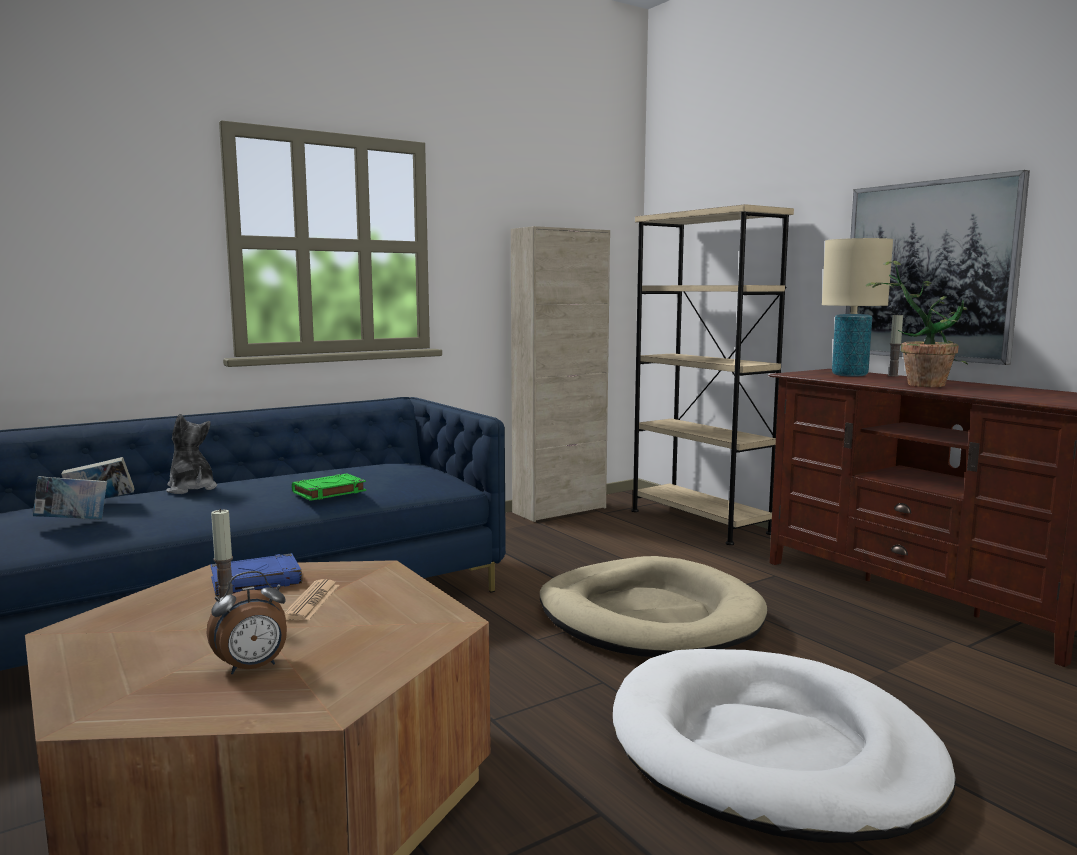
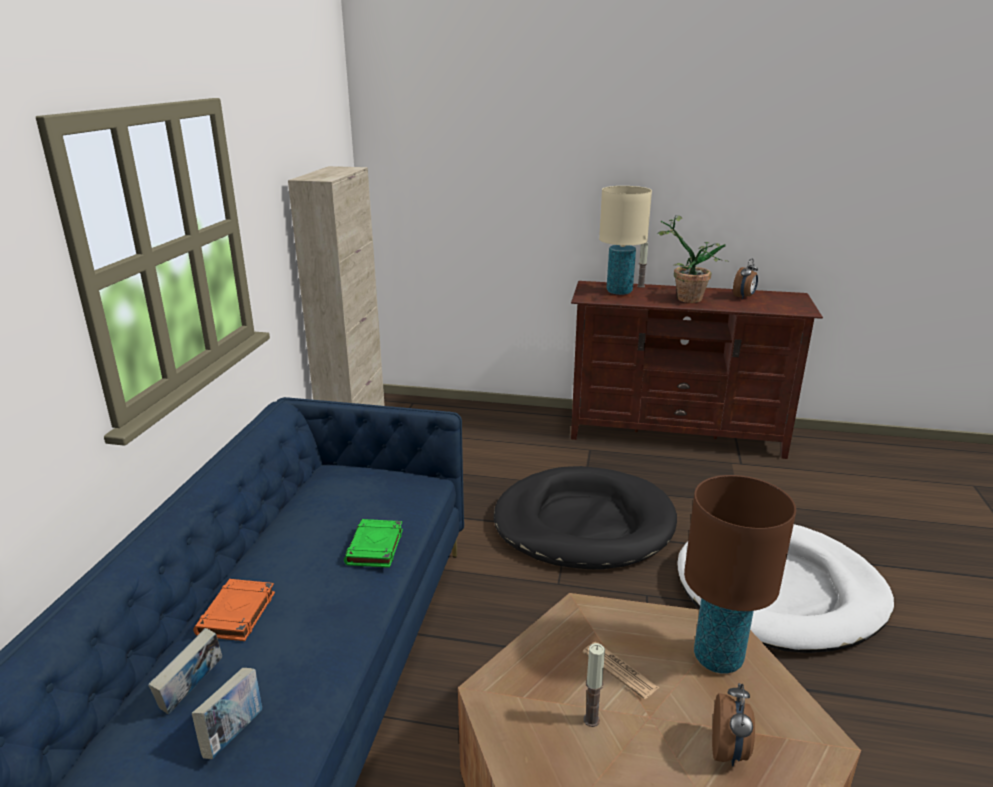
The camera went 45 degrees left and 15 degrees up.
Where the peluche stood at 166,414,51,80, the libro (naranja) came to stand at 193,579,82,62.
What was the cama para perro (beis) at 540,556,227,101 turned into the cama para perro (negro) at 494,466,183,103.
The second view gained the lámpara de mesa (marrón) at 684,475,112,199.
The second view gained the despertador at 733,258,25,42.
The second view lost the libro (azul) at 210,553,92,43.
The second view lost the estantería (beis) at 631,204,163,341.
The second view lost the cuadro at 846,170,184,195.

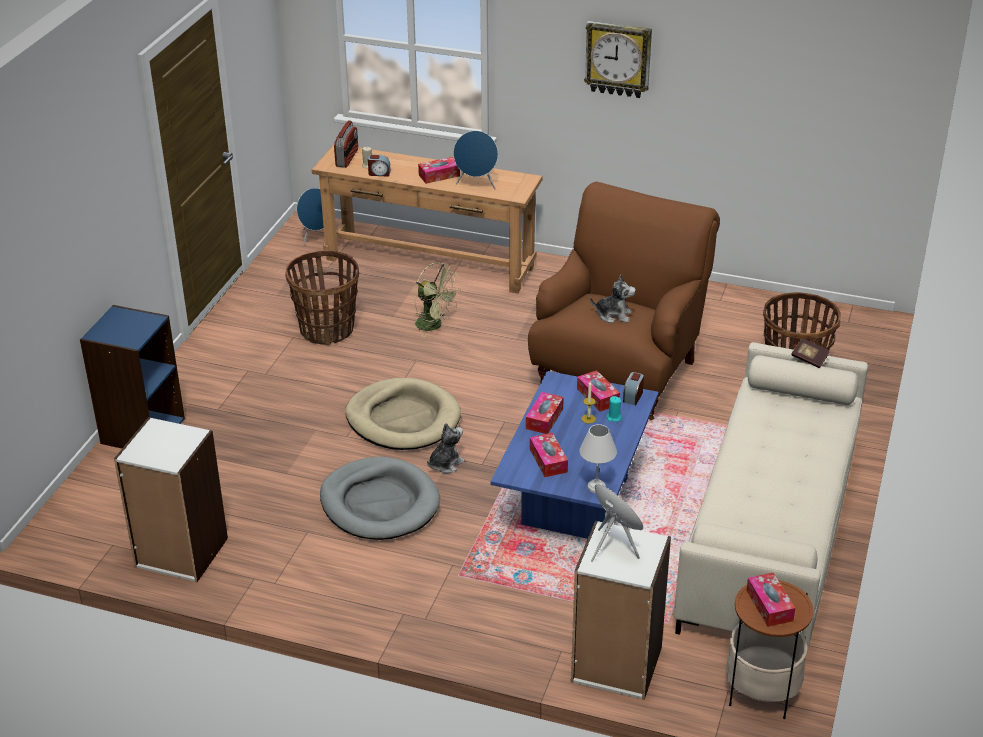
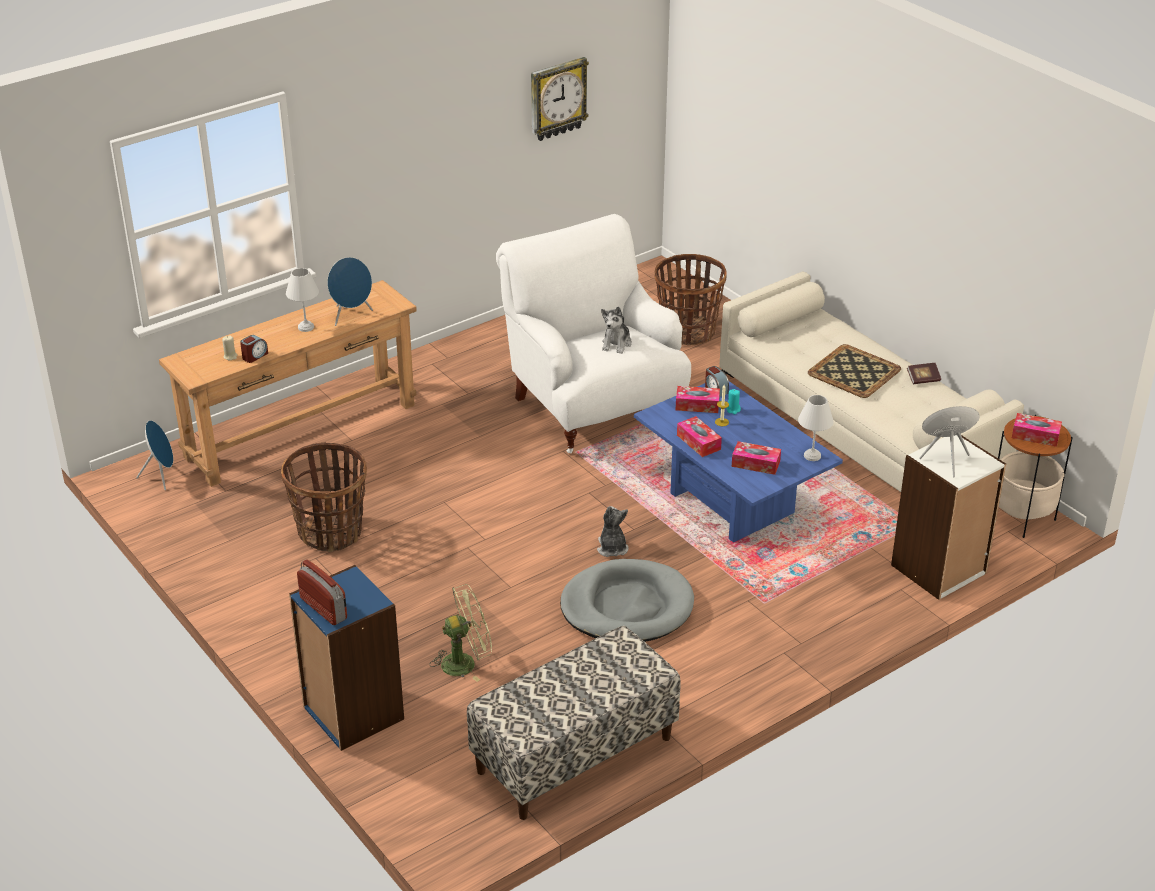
The camera went 55 degrees left and 0 degrees up.
Where the caja de pañuelos stood at 418,157,42,27, the lámpara de mesa (blanco) came to stand at 286,268,33,64.
The radio ended up elsewhere, having gone from 334,120,24,48 to 297,559,50,66.
The ventilador (verde) ended up elsewhere, having gone from 414,262,46,76 to 430,584,62,98.
Where the estantería (blanco) stood at 114,417,114,165, the banco came to stand at 467,626,214,194.
What was the sillón (marrón) at 528,182,192,239 turned into the sillón (blanco) at 496,214,195,239.
The reloj de pared ended up elsewhere, having gone from 584,21,68,77 to 531,57,58,84.
The peluche at 590,275,46,48 ended up facing another way, 150 degrees clockwise from before.
The second view gained the bandeja at 808,344,93,54.
The libro ended up elsewhere, having gone from 791,338,39,30 to 907,363,34,21.
The second view lost the cama para perro (beis) at 345,378,116,72.

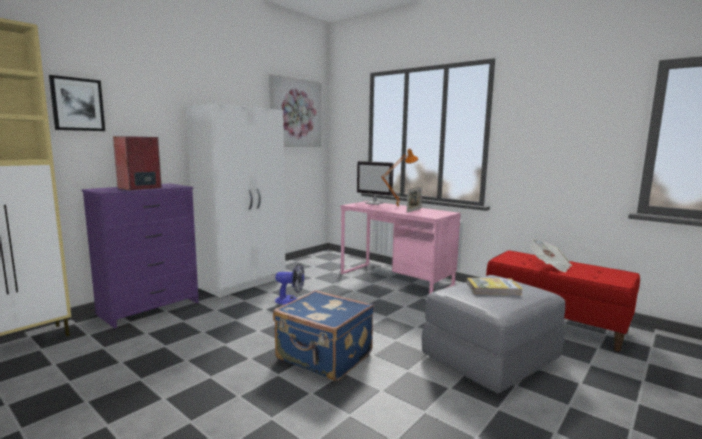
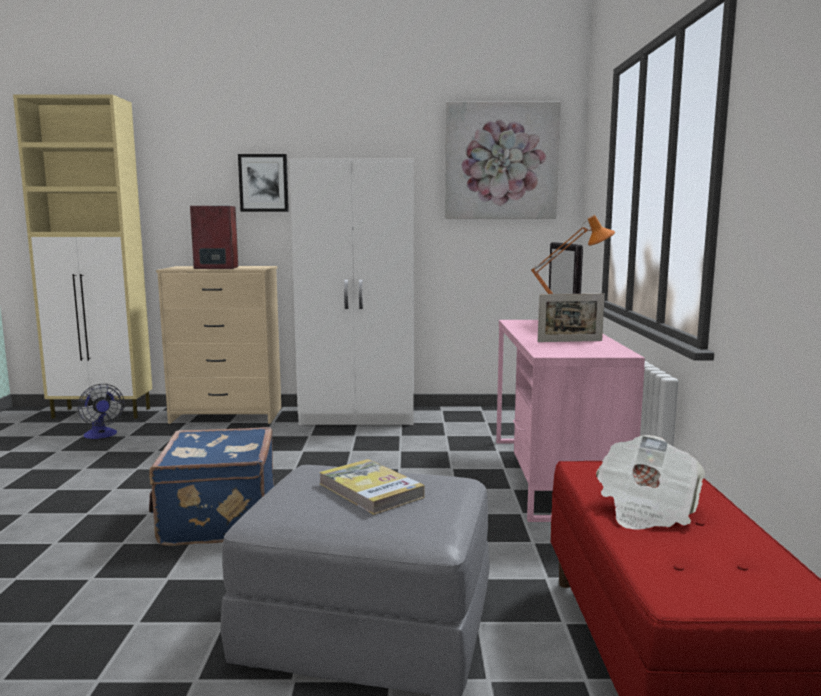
The camera went 50 degrees right and 0 degrees up.
The ventilador ended up elsewhere, having gone from 275,263,29,42 to 78,384,46,55.
What was the cómoda (morado) at 82,183,117,145 turned into the cómoda (beis) at 156,266,125,158.
The cuadro ended up elsewhere, having gone from 49,75,56,56 to 238,154,51,58.

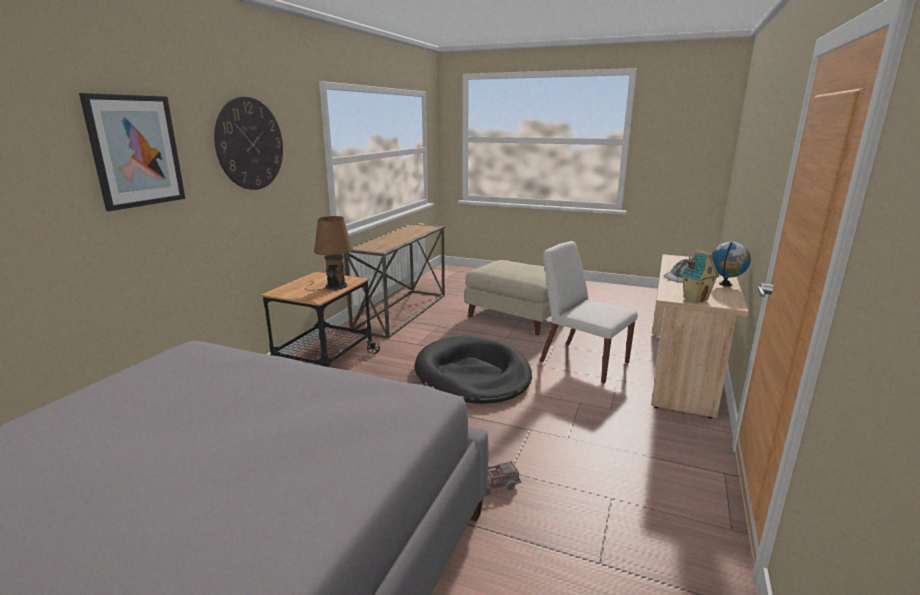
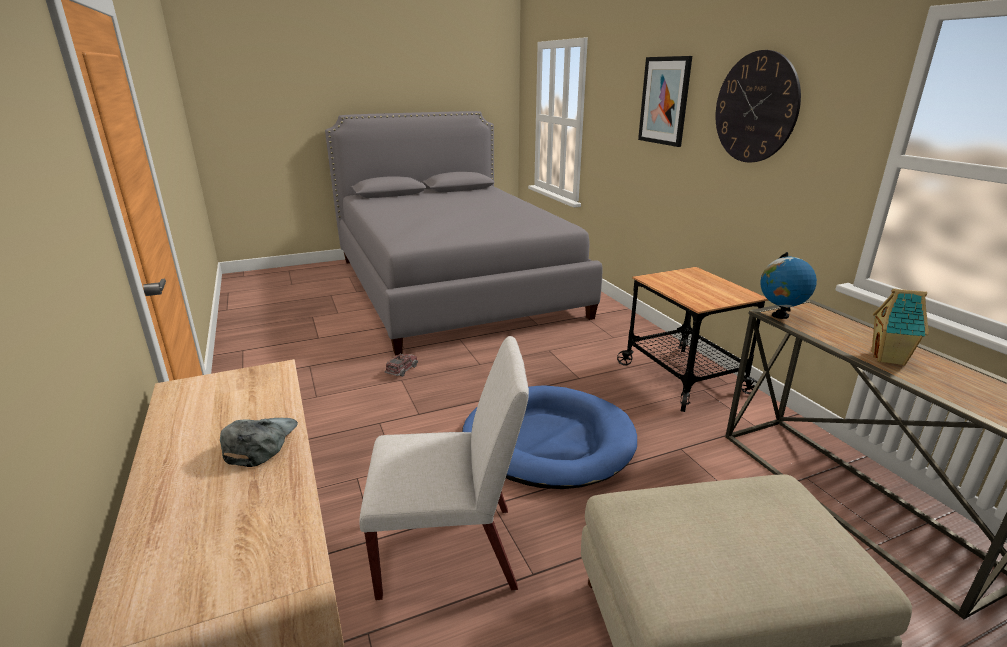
The camera went 135 degrees right and 5 degrees up.
What was the cama para perro (negro) at 415,336,117,68 turned into the cama para perro (azul) at 462,385,175,104.
The globo terráqueo ended up elsewhere, having gone from 712,242,39,44 to 760,252,57,67.
The casita ended up elsewhere, having gone from 680,250,40,53 to 872,288,57,77.
The second view lost the lámpara de mesa (marrón) at 305,216,48,75.

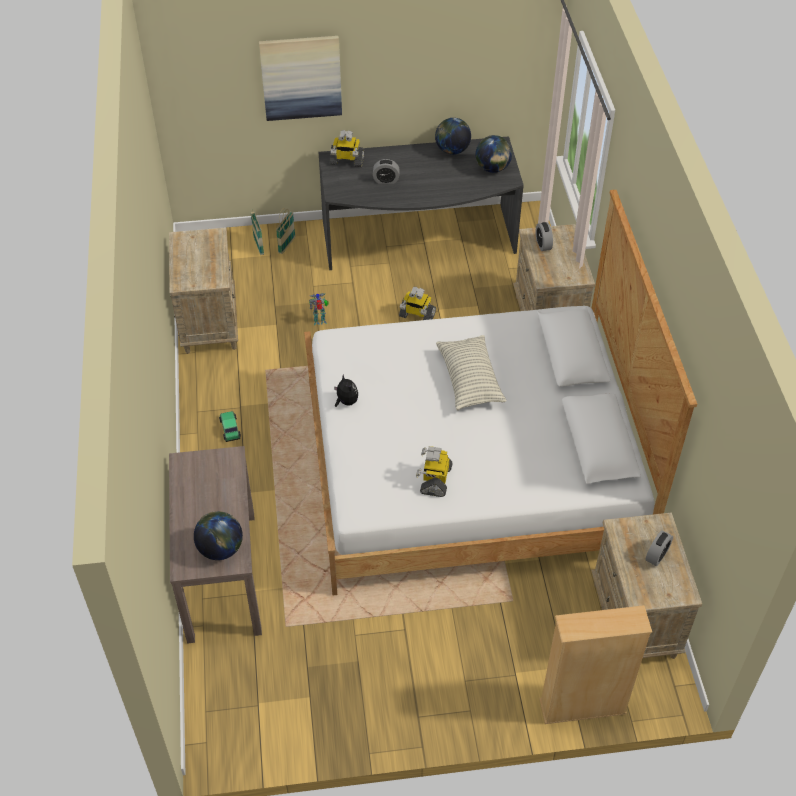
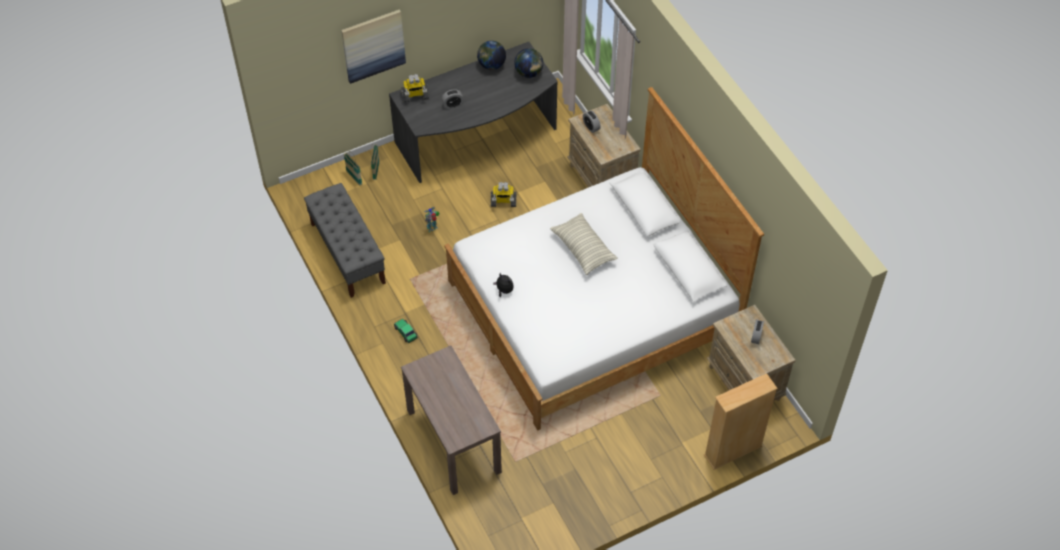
The camera went 20 degrees left and 5 degrees up.
Where the mesita de noche (beis) stood at 169,227,69,127, the banco (gris) came to stand at 304,183,82,115.
The second view lost the globo terráqueo at 194,511,49,49.
The second view lost the robot de juguete at 416,446,37,51.

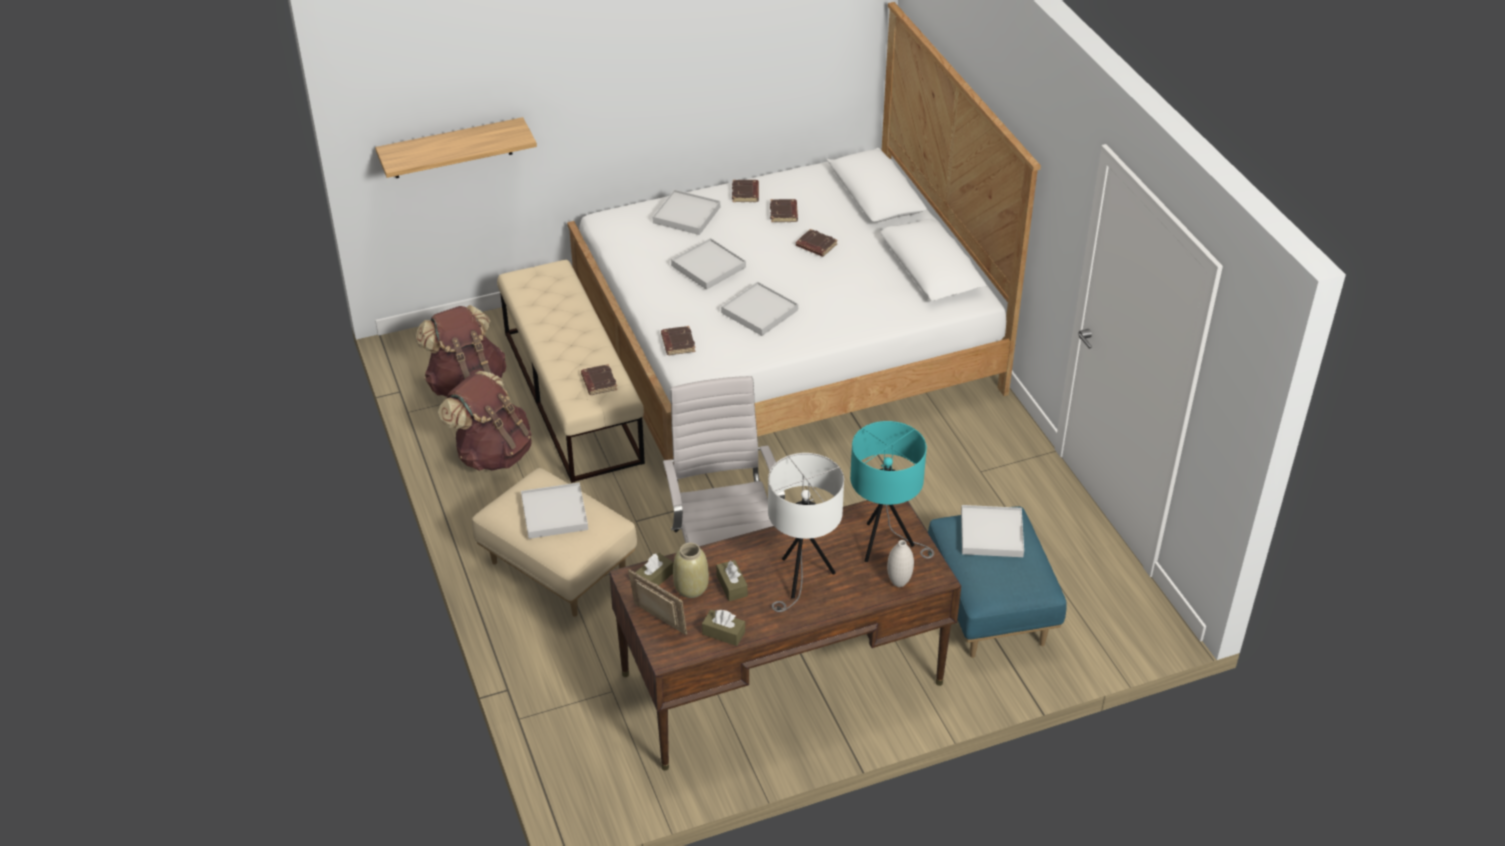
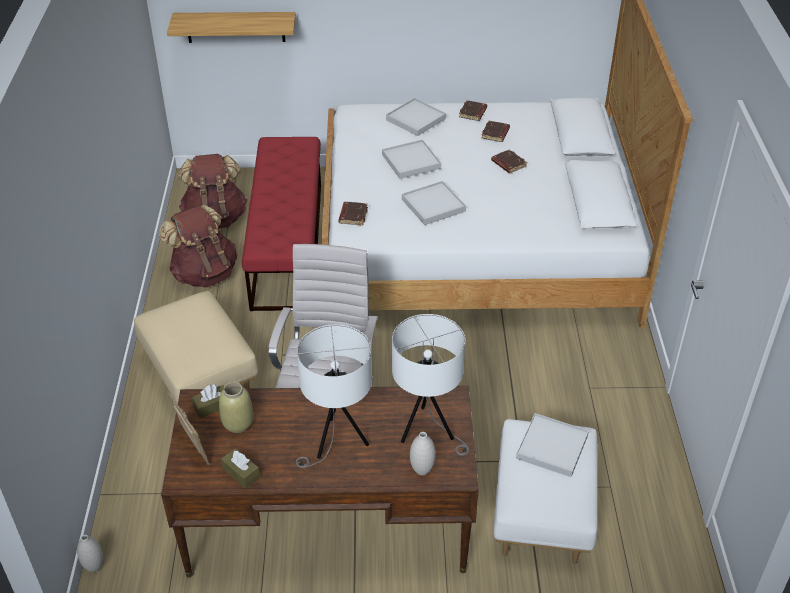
The camera went 20 degrees right and 0 degrees up.
The second view gained the florero (blanco) at 77,535,26,37.
What was the banco (beis) at 497,260,148,223 turned into the banco (rojo) at 242,137,79,174.
What was the lámpara de mesa (turquesa) at 850,421,84,141 turned into the lámpara de mesa (blanco) at 392,314,77,141.
What was the puf (azul) at 928,506,139,152 turned into the puf (blanco) at 494,419,103,145.
The second view lost the bandeja (blanco) at 521,482,67,57.
The second view lost the libro (marrón) at 581,364,36,31.
The second view lost the caja de pañuelos (marrón) at 716,560,32,41.

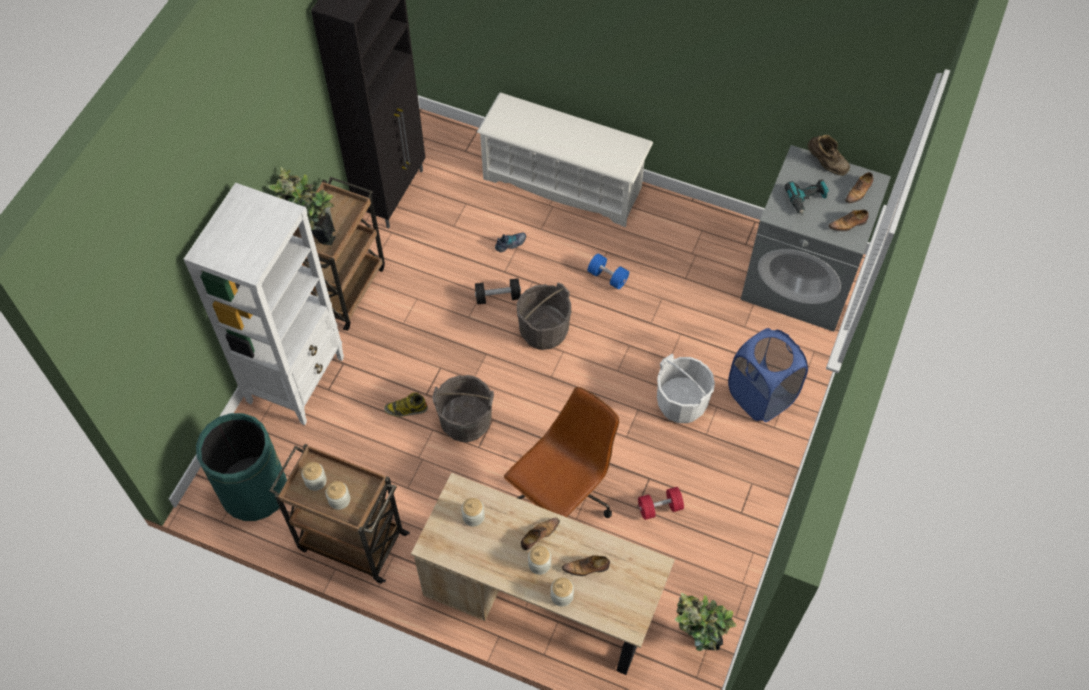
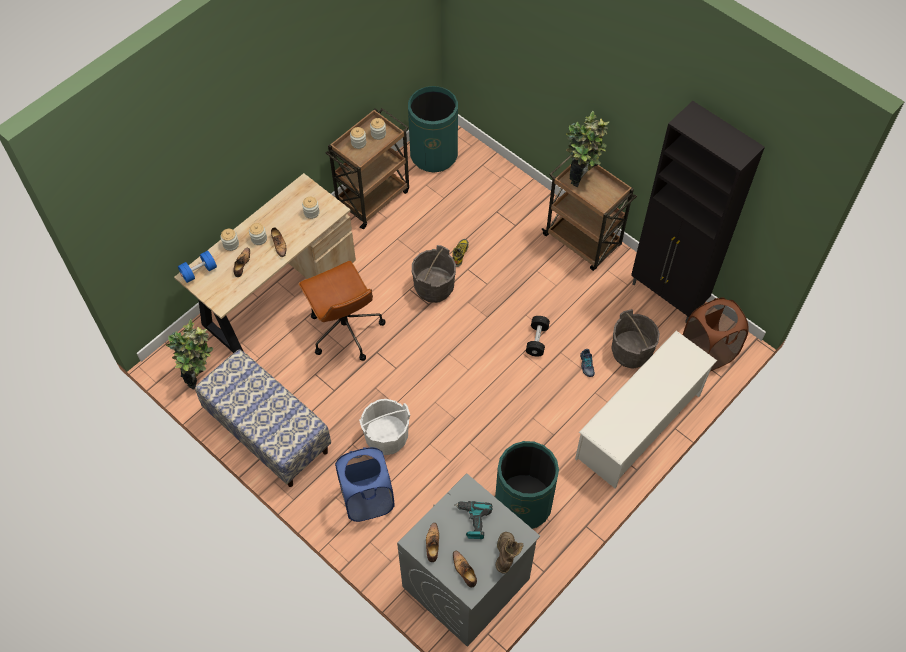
The camera went 110 degrees right and 0 degrees up.
The mancuerna (azul) ended up elsewhere, having gone from 588,253,41,36 to 178,251,39,32.
The second view gained the banco at 195,349,136,138.
The second view gained the papelera (verde) at 495,441,64,88.
The bota (marrón) at 808,135,42,41 ended up facing another way, 135 degrees clockwise from before.
The cubo (gris) ended up elsewhere, having gone from 517,282,54,68 to 611,309,49,59.
The second view gained the cesto de la ropa (marrón) at 683,297,66,74.
The second view lost the estantería (blanco) at 184,183,160,242.
The second view lost the mancuerna (rojo) at 638,487,46,33.

